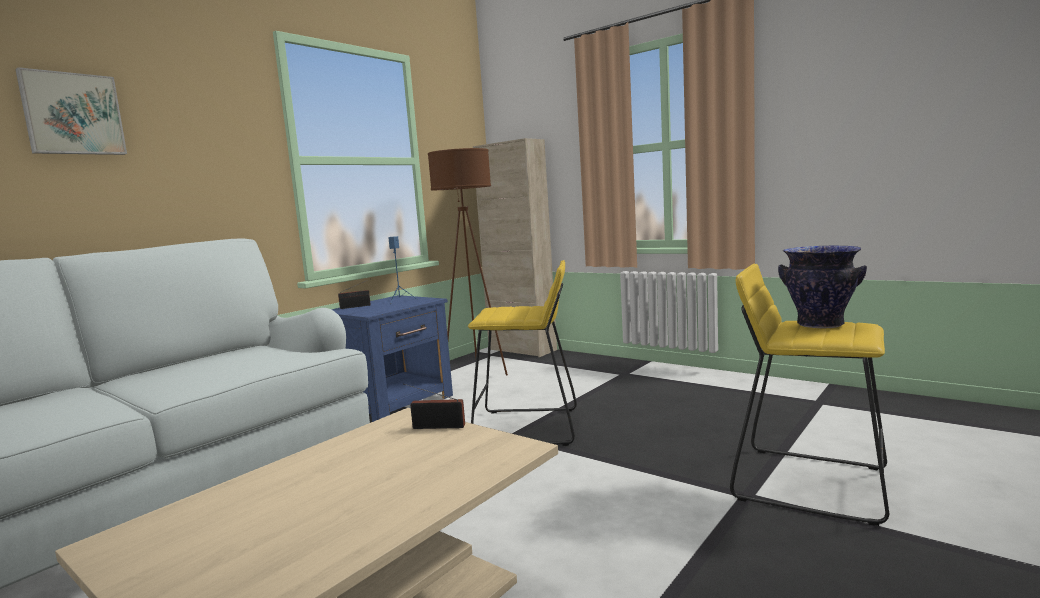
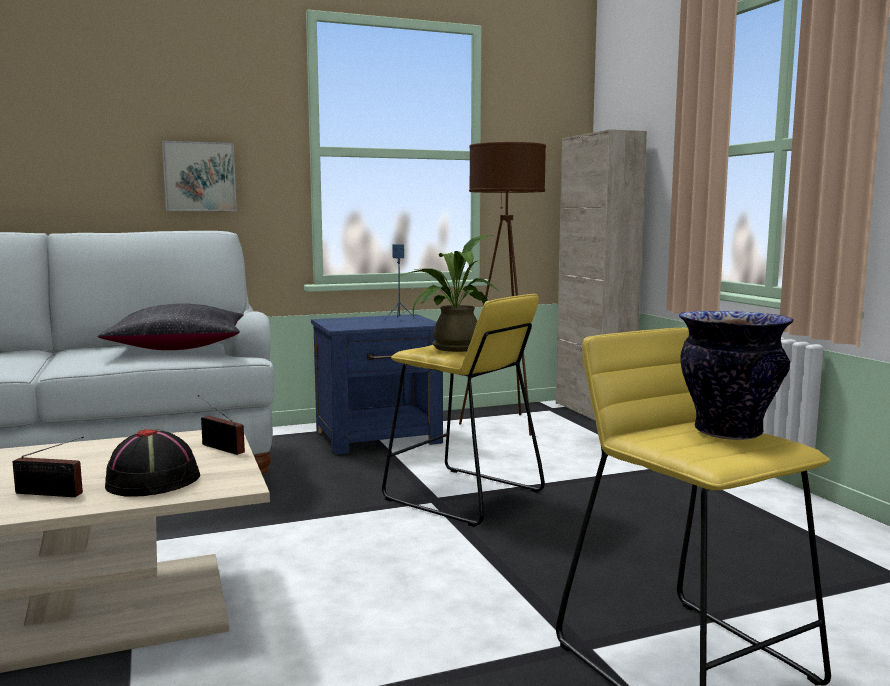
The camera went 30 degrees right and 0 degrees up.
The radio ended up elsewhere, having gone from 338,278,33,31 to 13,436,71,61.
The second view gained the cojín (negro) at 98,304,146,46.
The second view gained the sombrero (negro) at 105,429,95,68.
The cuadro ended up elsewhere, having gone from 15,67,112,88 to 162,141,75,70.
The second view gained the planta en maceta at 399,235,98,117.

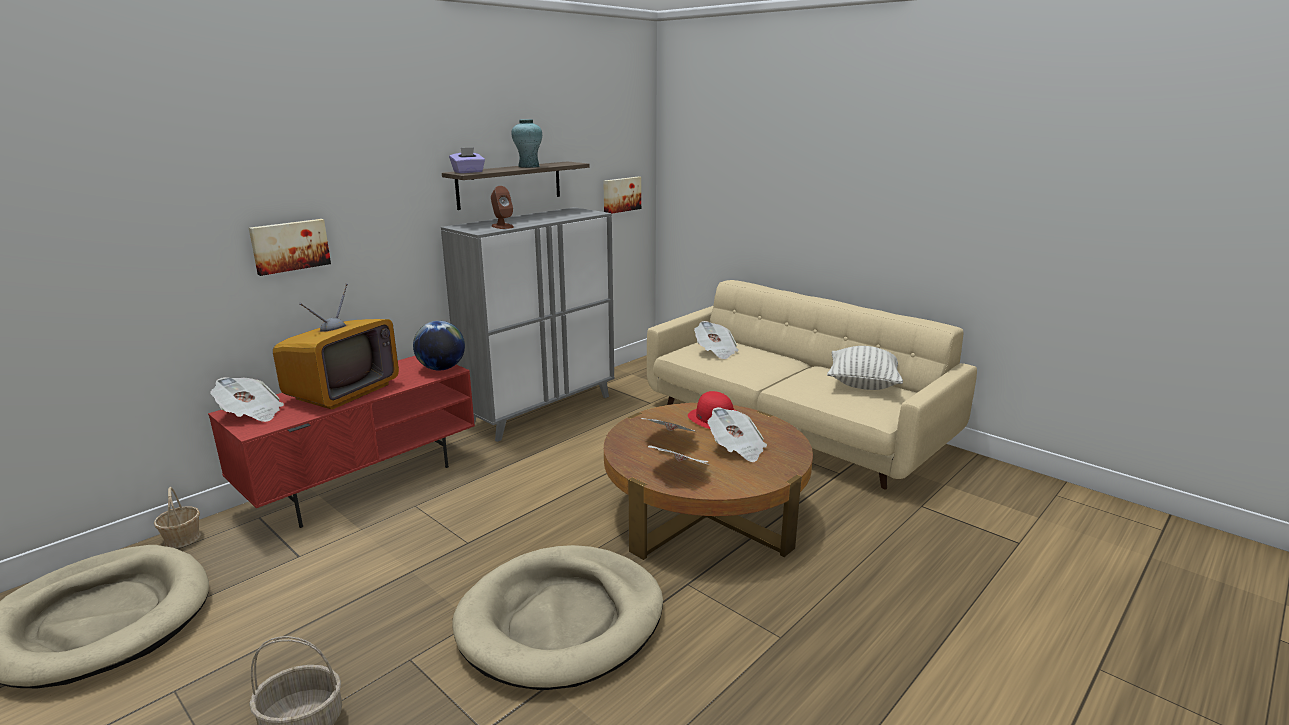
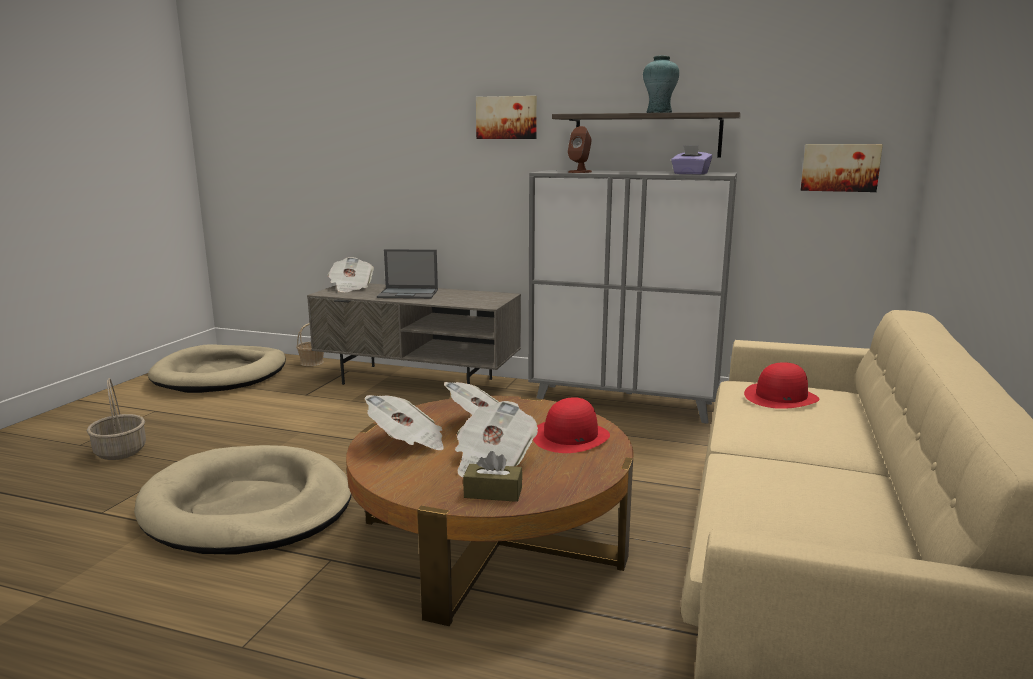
The camera went 65 degrees right and 5 degrees down.
What was the mueble de televisión (rojo) at 208,356,267,172 turned into the mueble de televisión (gris) at 307,283,214,102.
Where the televisor stood at 273,283,126,126, the portátil came to stand at 377,249,61,50.
The second view gained the caja de pañuelos (marrón) at 463,451,59,51.
The cuadro ended up elsewhere, having gone from 249,219,82,57 to 476,96,61,43.
The caja de pañuelos (morado) ended up elsewhere, having gone from 449,147,36,26 to 671,145,41,30.
Where the periódico stood at 694,321,45,38, the sombrero (rojo) came to stand at 744,362,76,47.
The second view lost the globo terráqueo at 413,321,52,50.
The second view lost the cojín at 827,346,76,44.

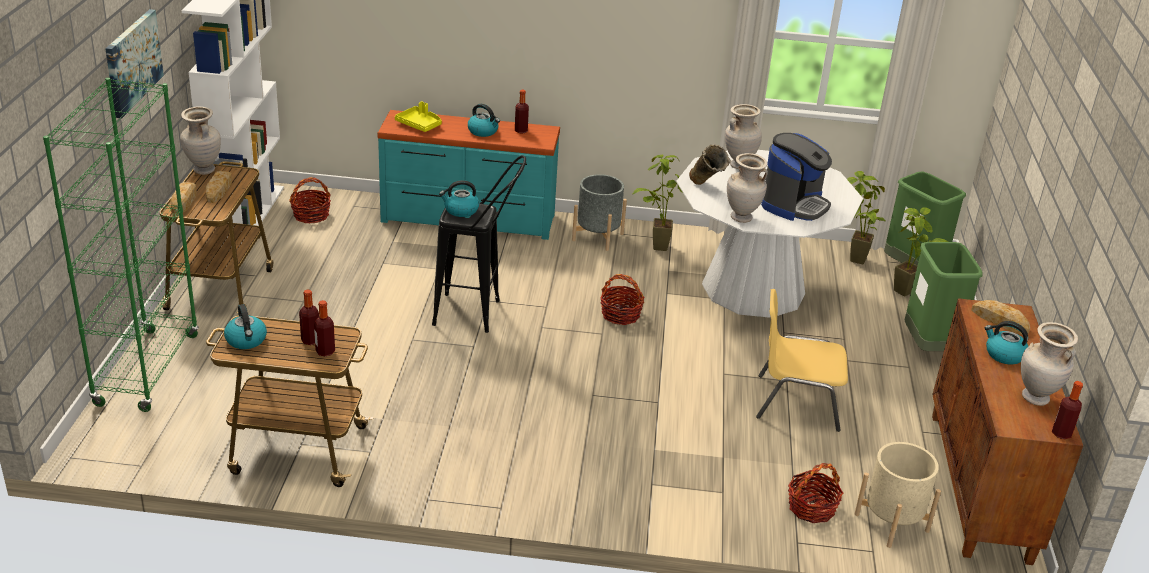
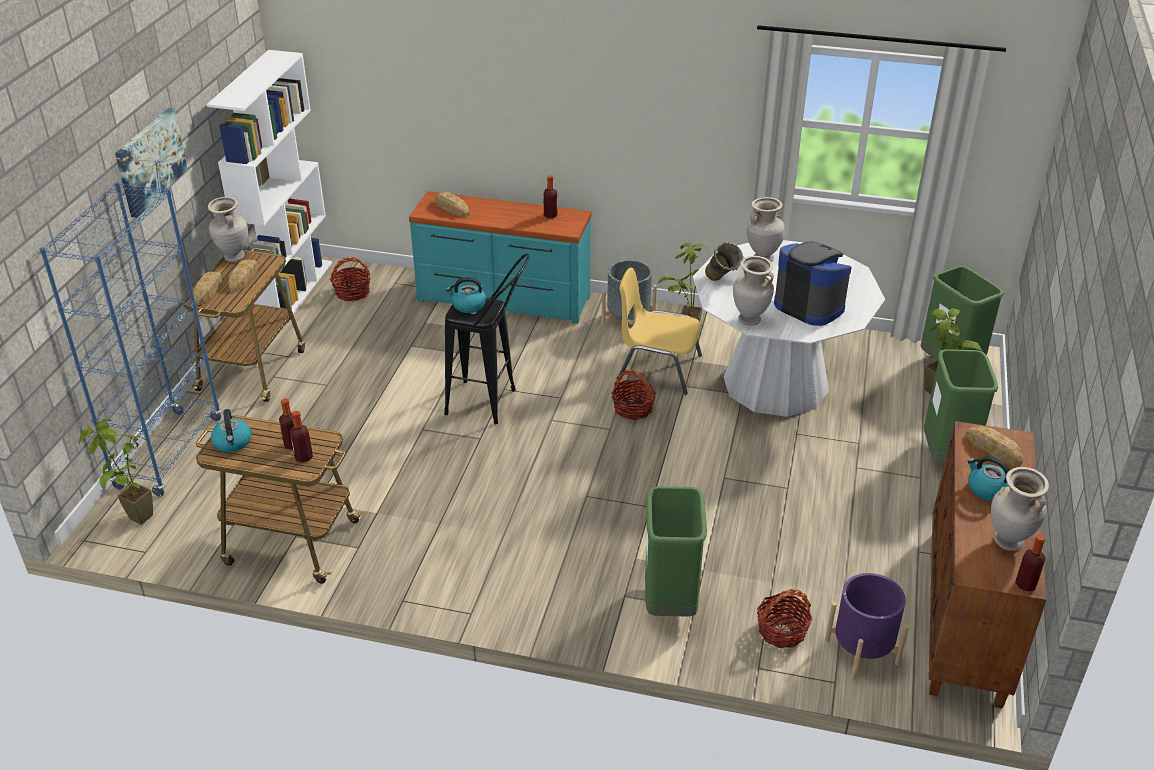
The camera went 10 degrees right and 5 degrees up.
What was the estantería (verde) at 43,78,156,334 turned into the estantería (azul) at 40,182,182,314.
The planta en maceta ended up elsewhere, having gone from 847,171,39,94 to 79,419,74,106.
Where the bandeja (amarillo) stood at 395,101,47,31, the pan came to stand at 435,192,34,25.
The silla (amarillo) ended up elsewhere, having gone from 756,289,92,143 to 619,267,83,128.
The second view gained the papelera (verde) at 645,486,62,131.
The cafetera at 761,133,71,88 ended up facing another way, 90 degrees counterclockwise from before.
What was the maceta (beis) at 854,442,87,106 turned into the maceta (morado) at 825,573,84,107.
The second view lost the hervidor at 468,104,32,33.

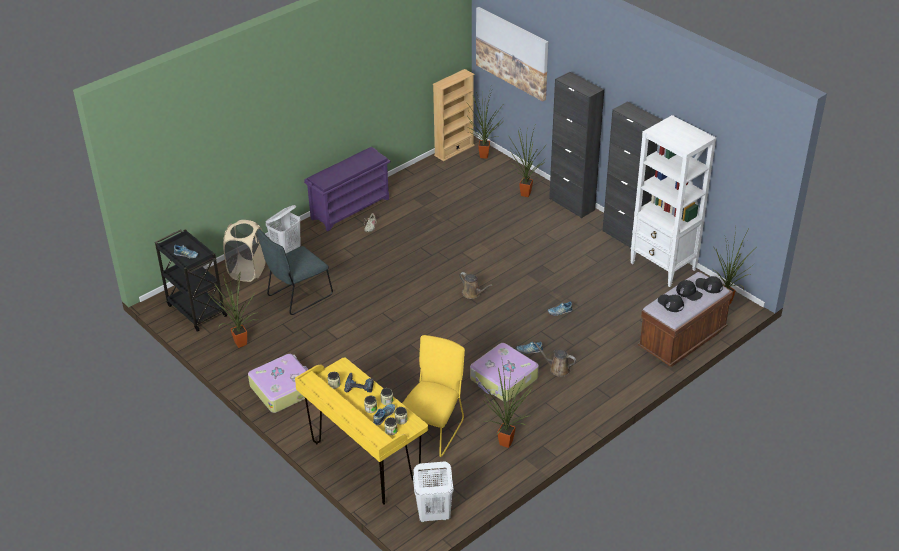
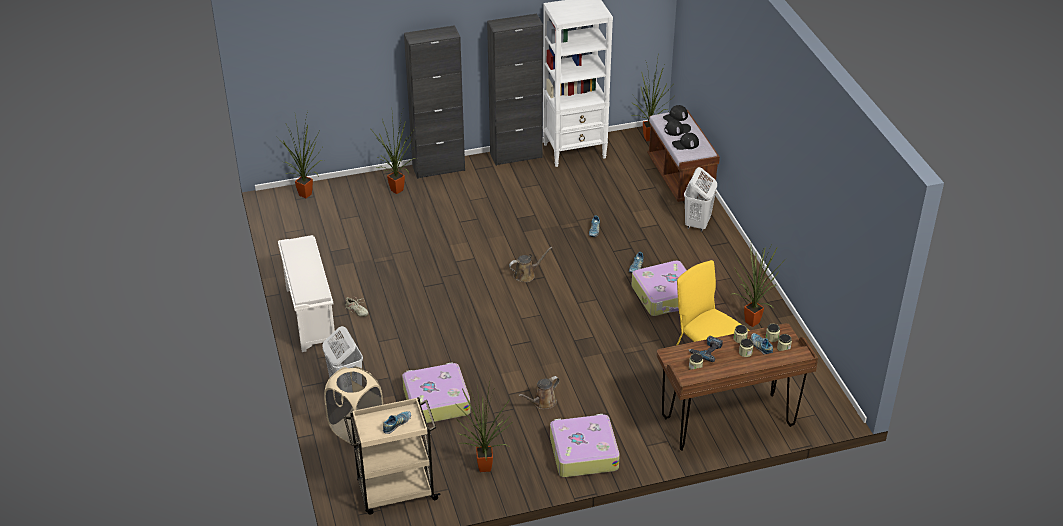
The camera went 65 degrees left and 0 degrees up.
What was the zapatero (morado) at 304,147,87,84 turned into the zapatero (blanco) at 278,235,58,117.
What was the carrito (negro) at 155,229,72,103 turned into the carrito (beis) at 344,397,97,118.
Where the silla (gris) stood at 257,229,76,86, the maleta came to stand at 402,362,69,61.
The regadera (marrón) ended up elsewhere, having gone from 534,342,42,35 to 519,376,41,33.
What was the escritorio (amarillo) at 295,357,133,148 turned into the escritorio (marrón) at 656,323,162,128.
The cesto de la ropa (blanco) ended up elsewhere, having gone from 413,461,41,61 to 684,167,33,65.
The second view lost the estantería (beis) at 433,69,42,92.
The second view lost the cuadro at 476,7,72,94.

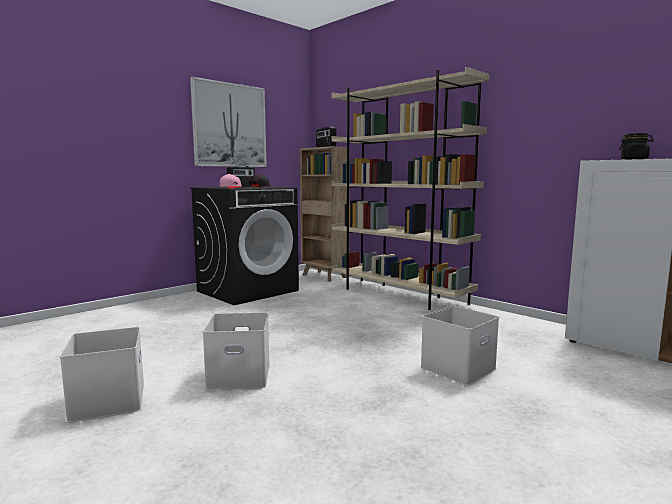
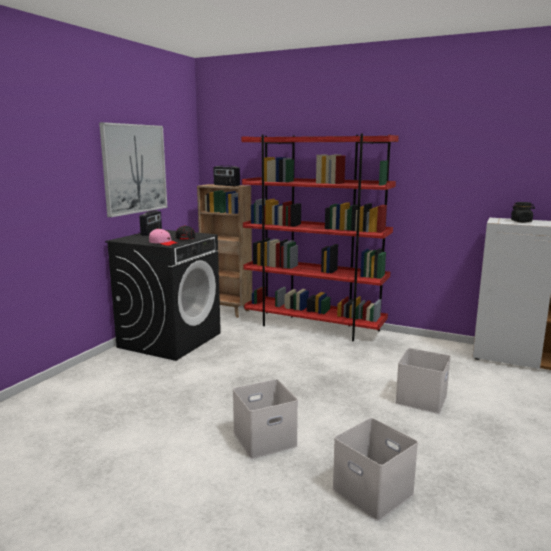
The camera went 20 degrees left and 5 degrees up.
What was the estantería (beis) at 331,67,159,243 turned into the estantería (rojo) at 241,134,158,207.
The caja de almacenaje (blanco) ended up elsewhere, having gone from 60,327,84,96 to 332,418,86,103.

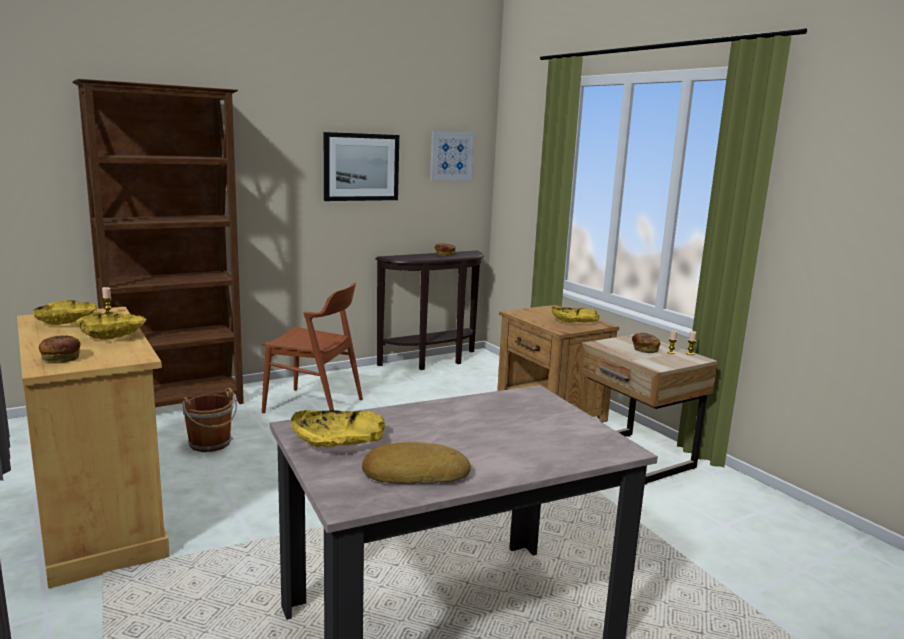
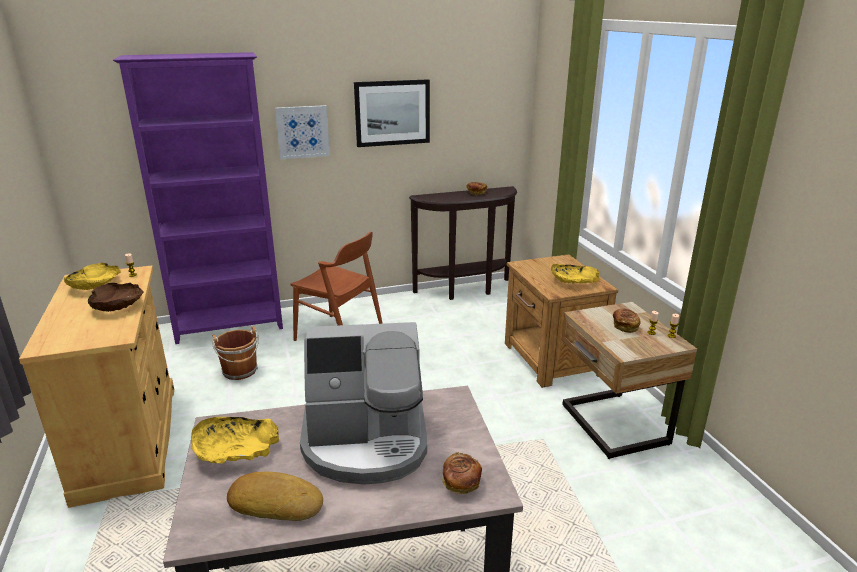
The camera went 15 degrees right and 10 degrees up.
What was the cuenco (amarillo) at 76,314,71,26 turned into the cuenco (marrón) at 88,283,56,29.
What was the estantería (marrón) at 72,79,172,328 turned into the estantería (morado) at 113,52,170,292.
The cuadro ended up elsewhere, having gone from 430,131,44,50 to 275,105,55,54.
The second view gained the cafetera at 300,322,127,163.
The pan ended up elsewhere, having gone from 39,335,42,27 to 442,452,40,42.

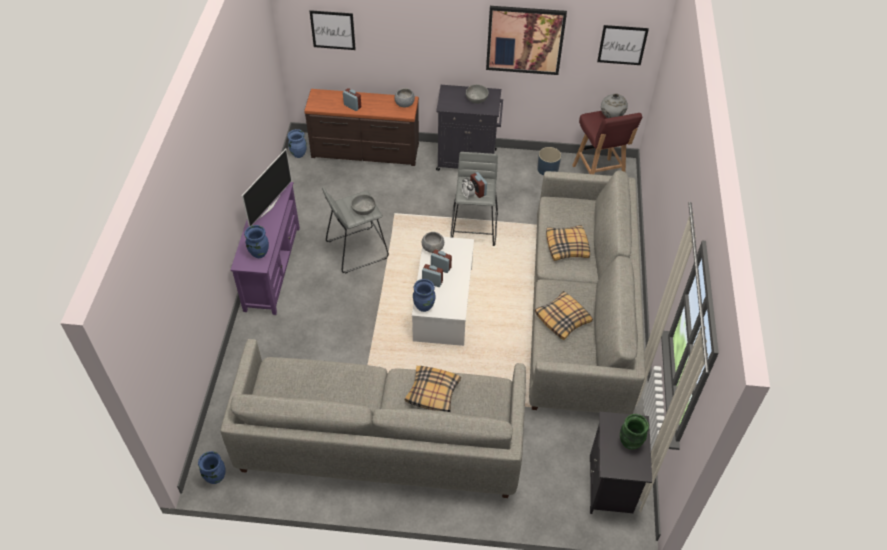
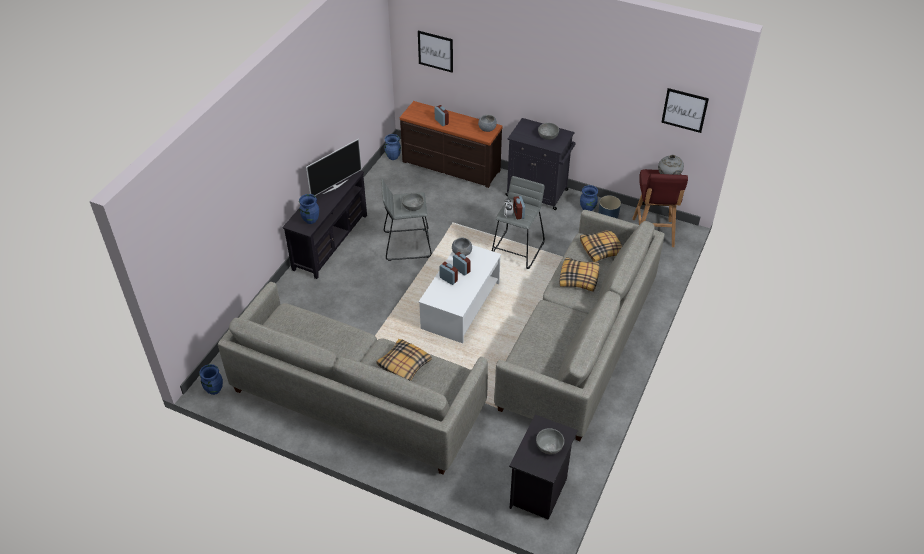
The camera went 20 degrees right and 5 degrees down.
What was the mueble de televisión (morado) at 231,182,69,133 turned into the mueble de televisión (negro) at 282,170,85,109.
Where the florero (verde) stood at 620,414,29,35, the cuenco (gris) came to stand at 536,428,28,26.
The florero (azul) ended up elsewhere, having gone from 413,279,22,33 to 580,185,18,26.
The cojín ended up elsewhere, having gone from 535,291,58,49 to 580,230,42,32.
The second view lost the cuadro at 486,6,81,69.

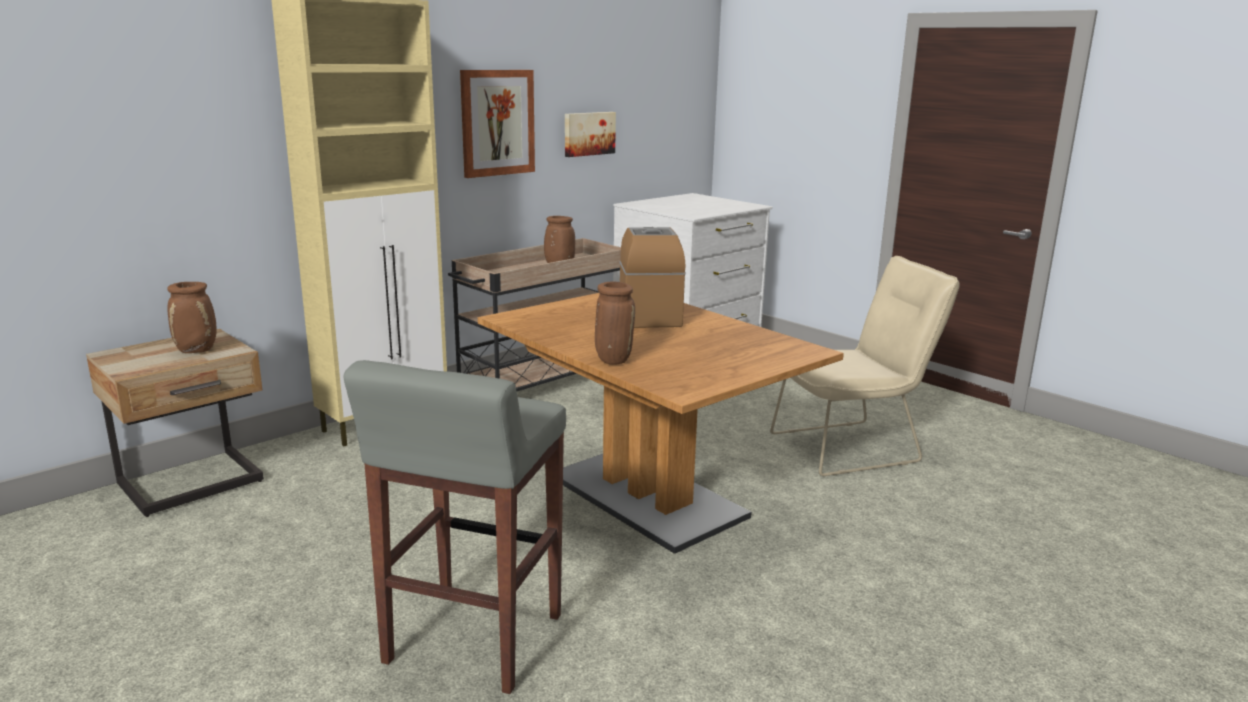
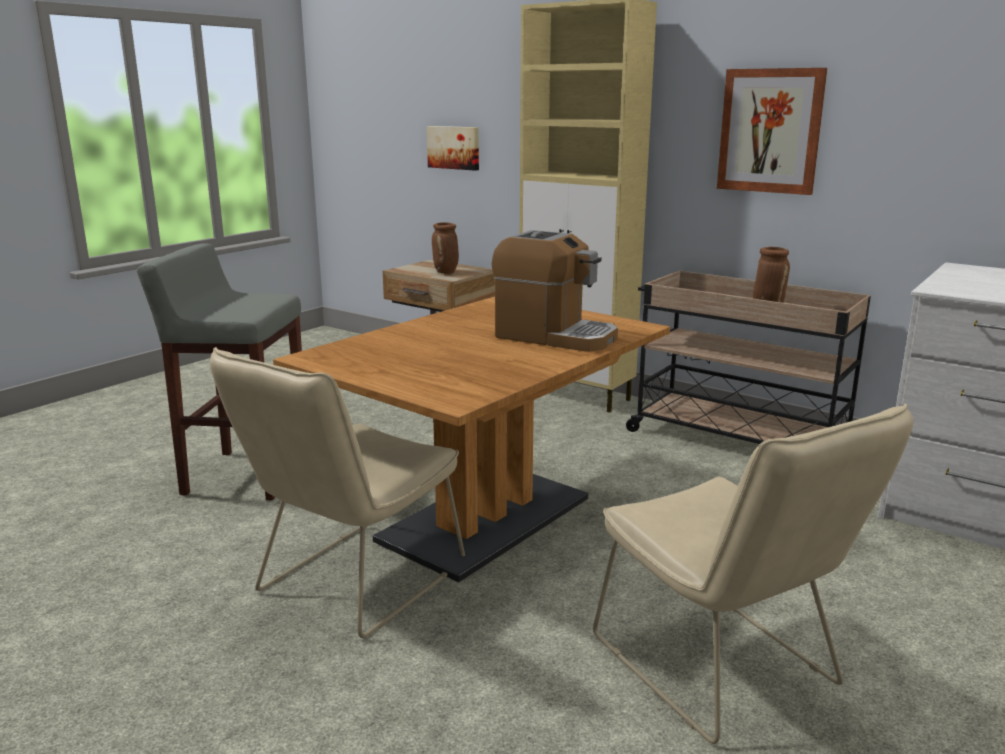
The camera went 80 degrees right and 0 degrees up.
The second view gained the silla (beis) at 210,347,255,291.
The cuadro ended up elsewhere, having gone from 565,112,51,45 to 427,126,52,45.
The cafetera at 619,227,66,101 ended up facing another way, 45 degrees clockwise from before.
The second view lost the florero (marrón) at 595,282,40,83.

